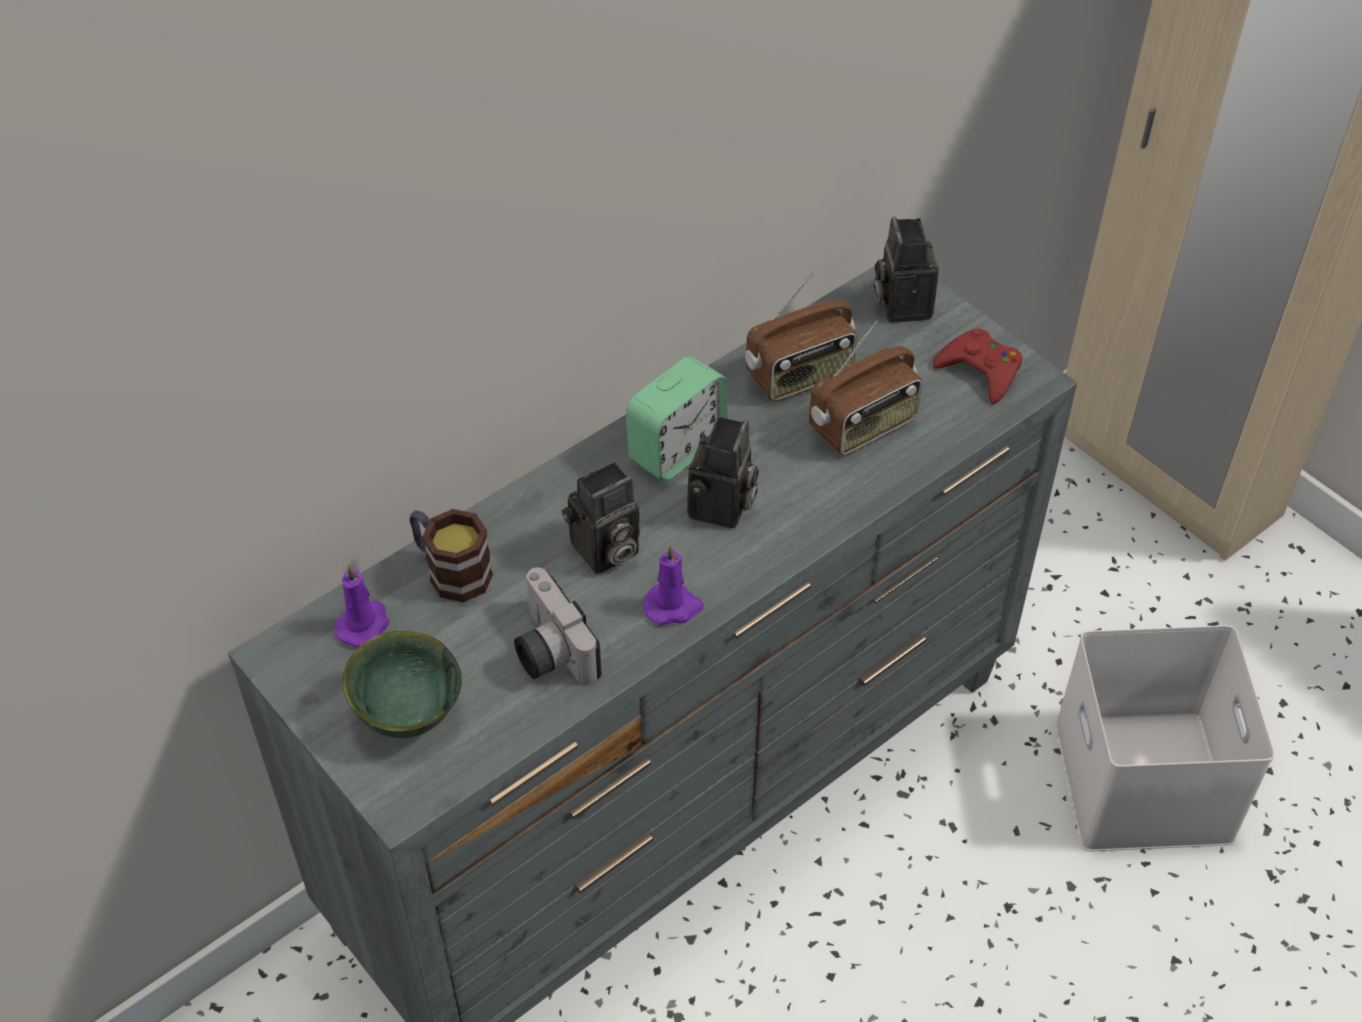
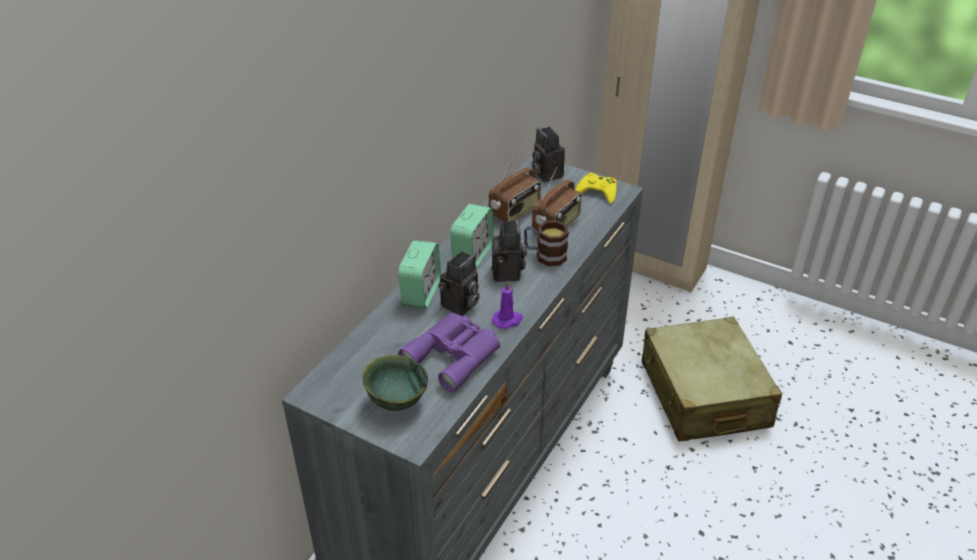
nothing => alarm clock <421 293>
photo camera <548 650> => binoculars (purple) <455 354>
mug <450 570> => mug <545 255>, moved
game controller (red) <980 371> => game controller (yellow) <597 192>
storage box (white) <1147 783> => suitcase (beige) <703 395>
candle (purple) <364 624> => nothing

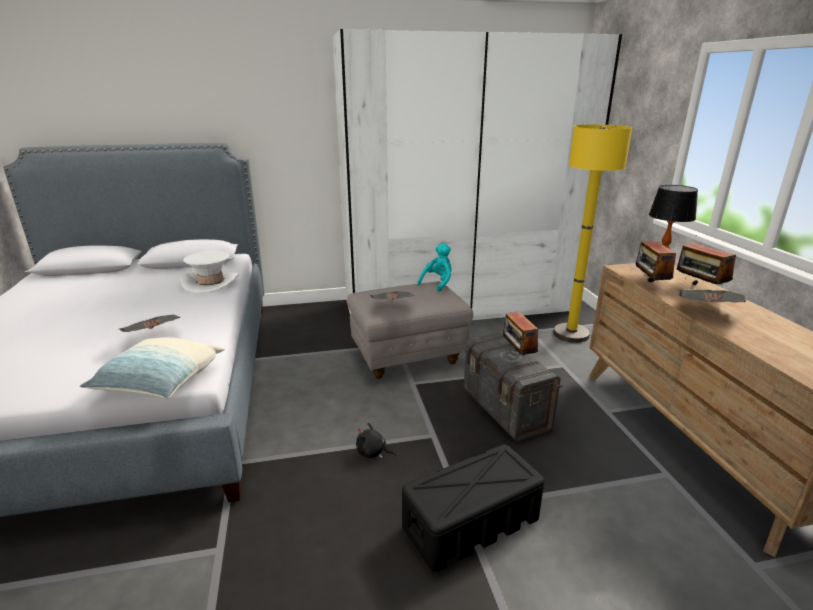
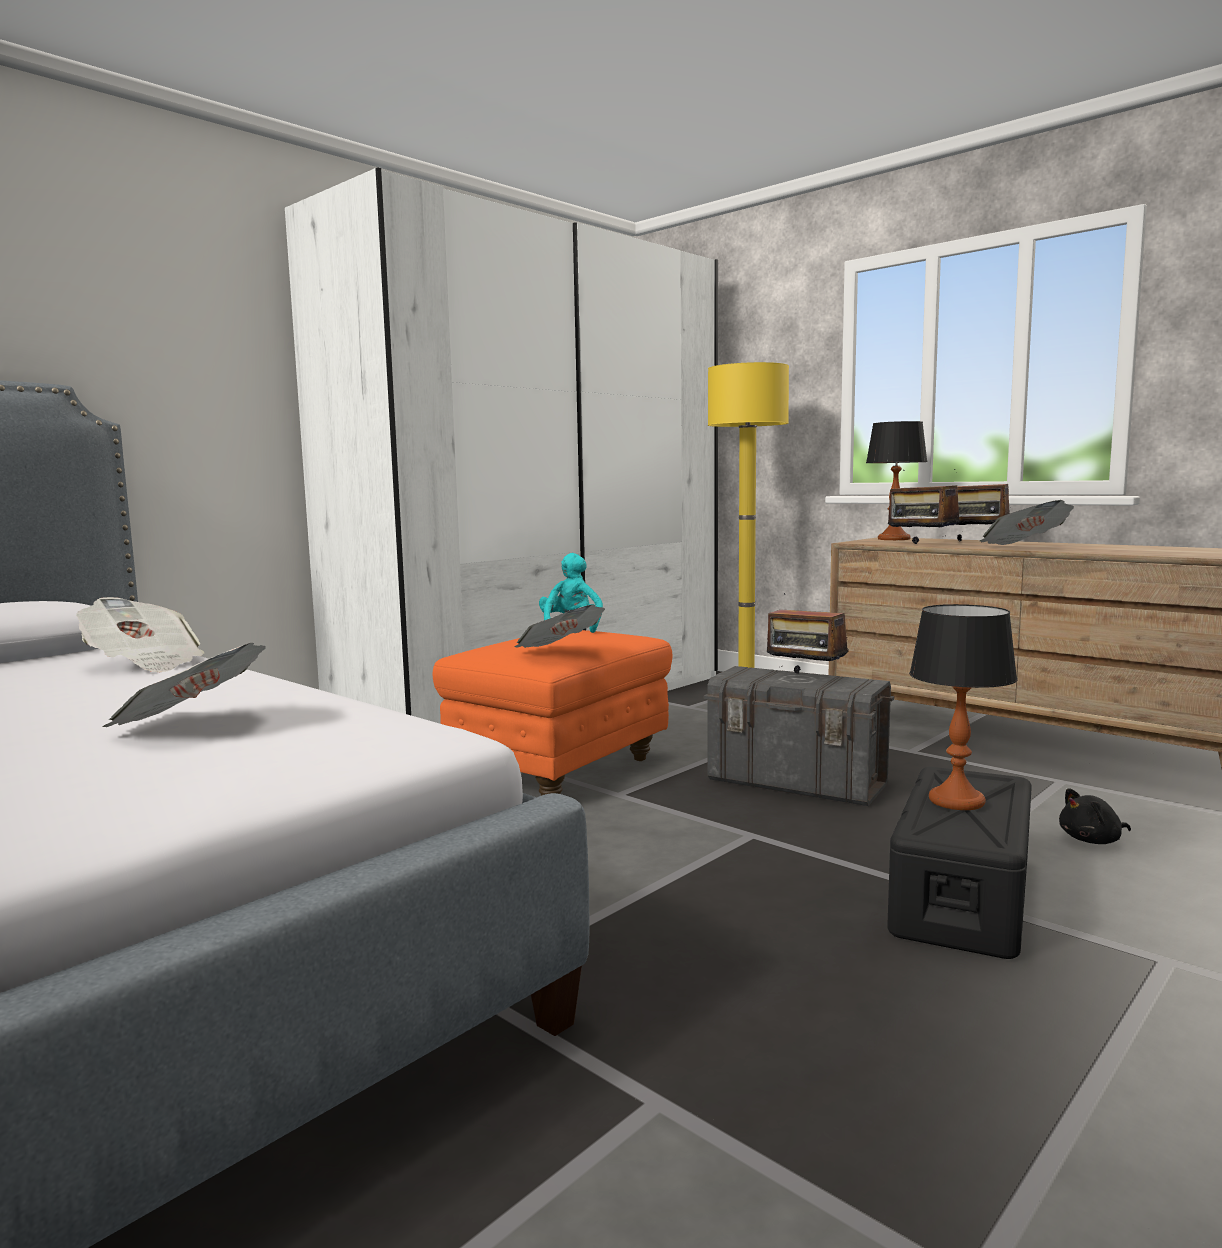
hat (white) <211 283> => newspaper <144 664>
ottoman (grey) <408 358> => ottoman (orange) <560 771>
nothing => table lamp <957 801>
plush toy (black) <373 452> => plush toy (black) <1092 840>, moved
pillow <160 382> => nothing

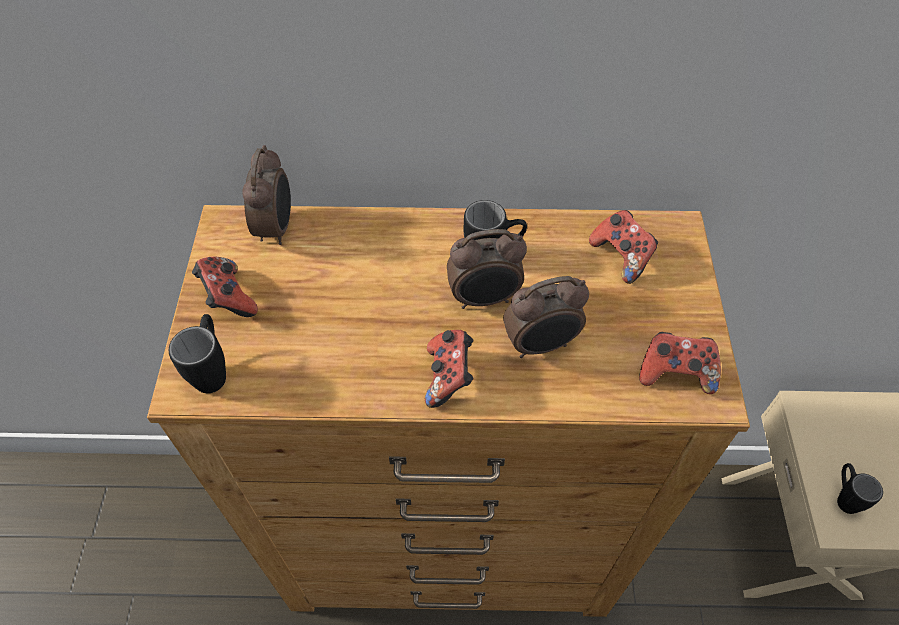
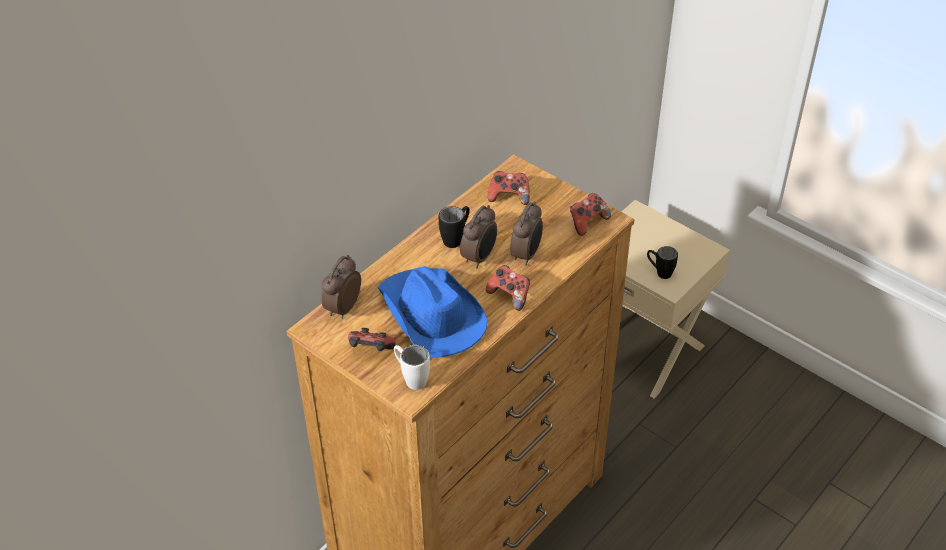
alarm clock <277 227> => alarm clock <342 308>, 105 degrees counterclockwise
nothing => hat (blue) <431 315>
mug (black) <213 370> => mug (white) <411 378>

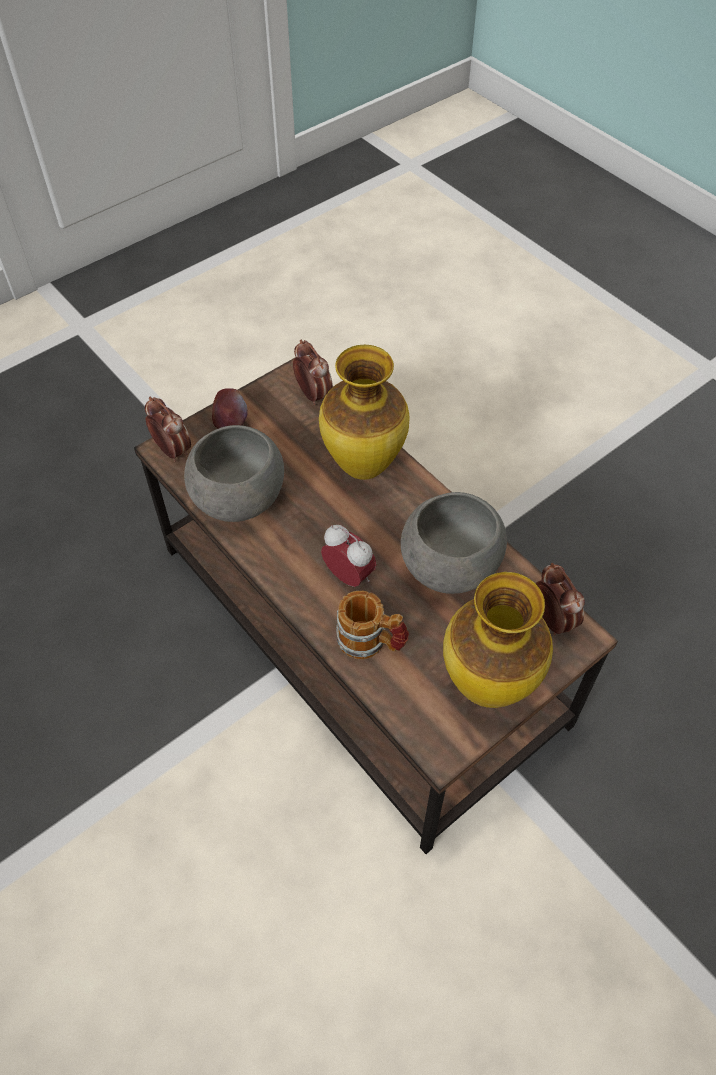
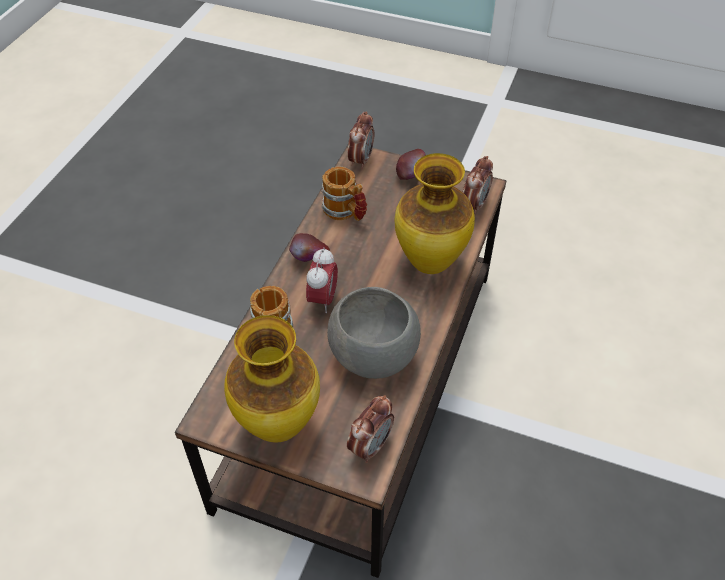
nothing => apple <309 260>
bowl (grey) <240 500> => mug <345 212>

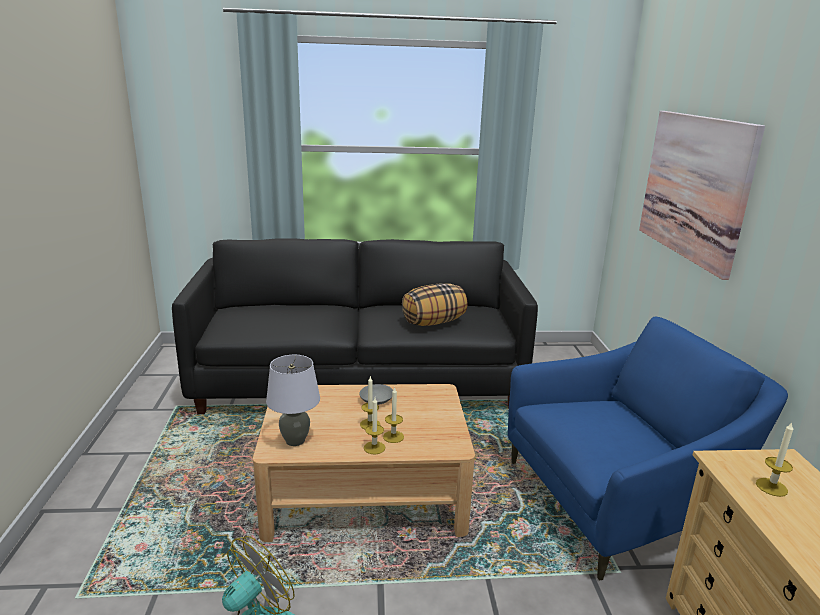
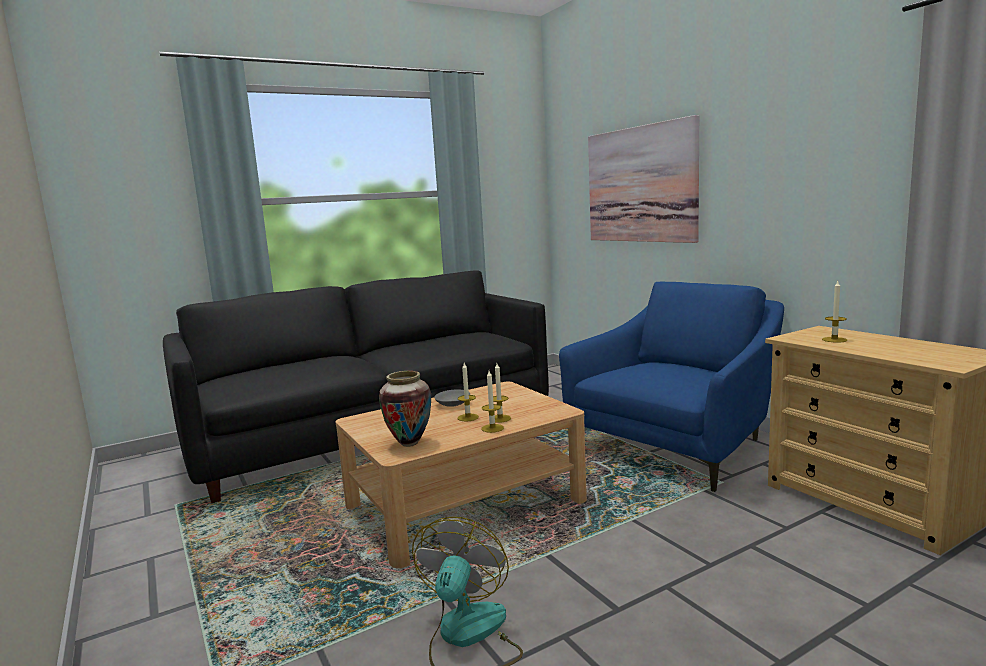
table lamp (grey) <295 440> => vase <409 443>
pillow <433 322> => nothing

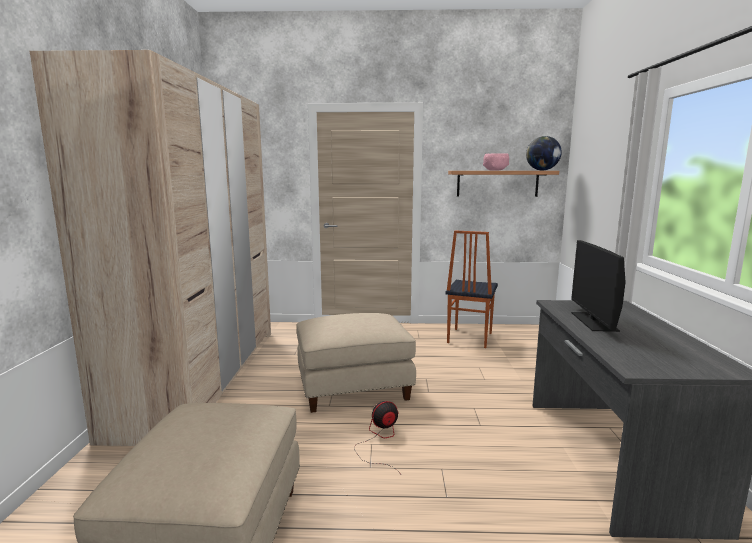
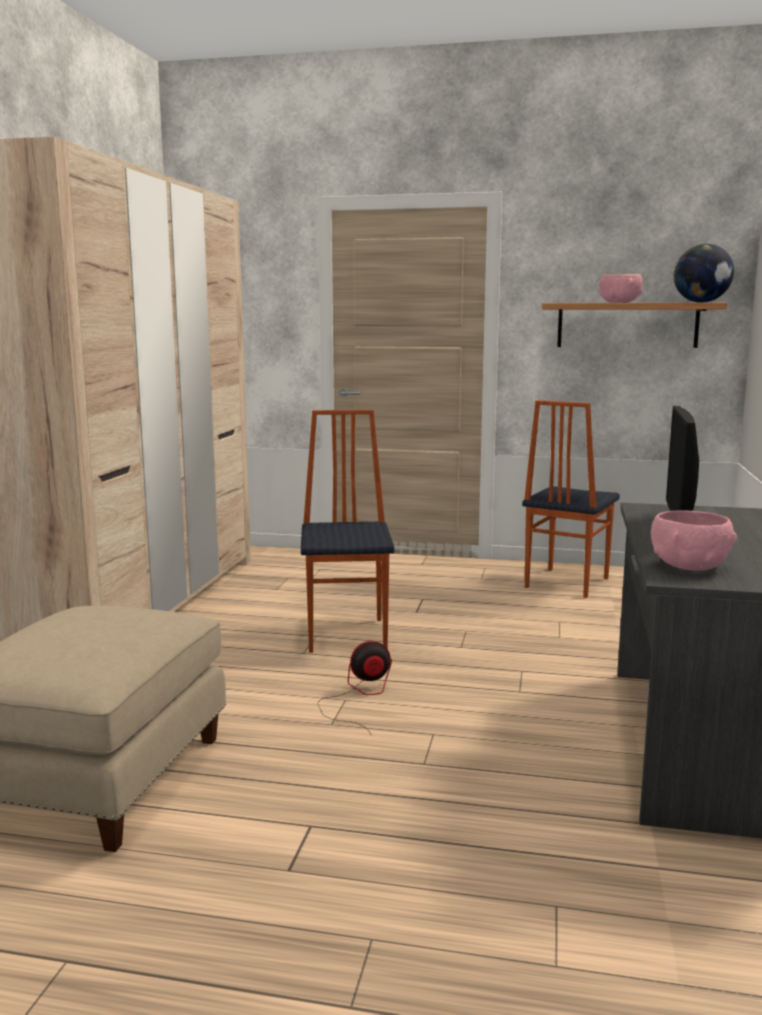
ottoman (beige) <354 388> => chair <348 635>
nothing => bowl (pink) <688 566>

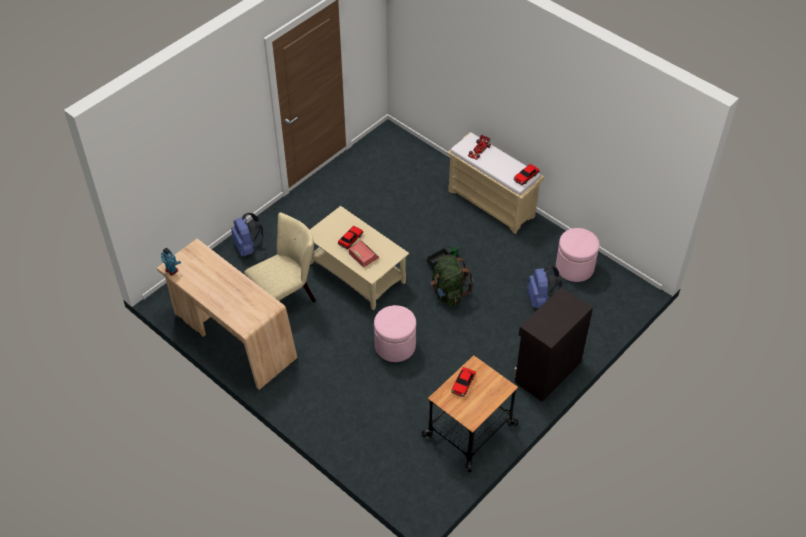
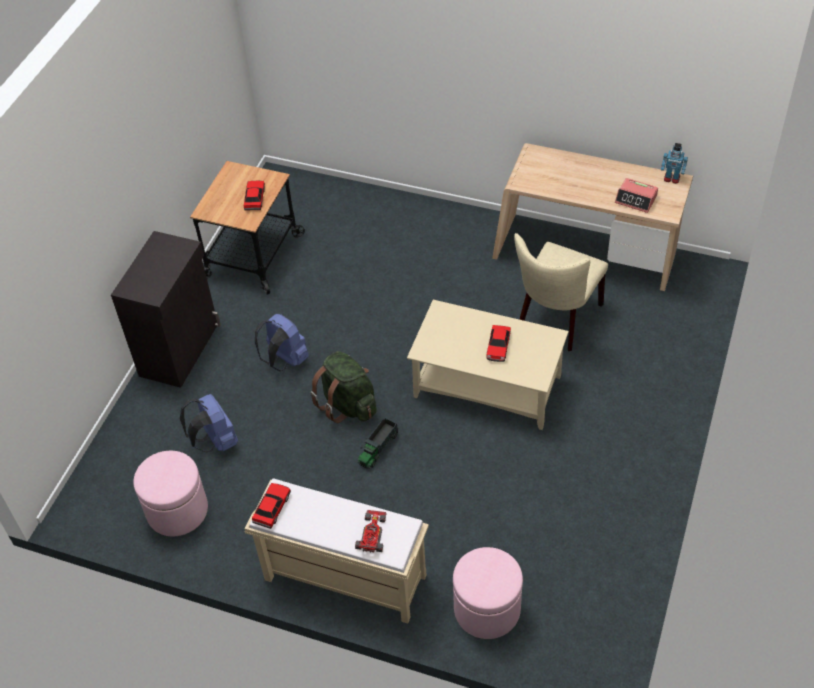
backpack (blue) <248 248> => backpack (blue) <284 360>, moved
ottoman (pink) <395 346> => ottoman (pink) <487 609>, moved
alarm clock <363 255> => alarm clock <636 199>, moved

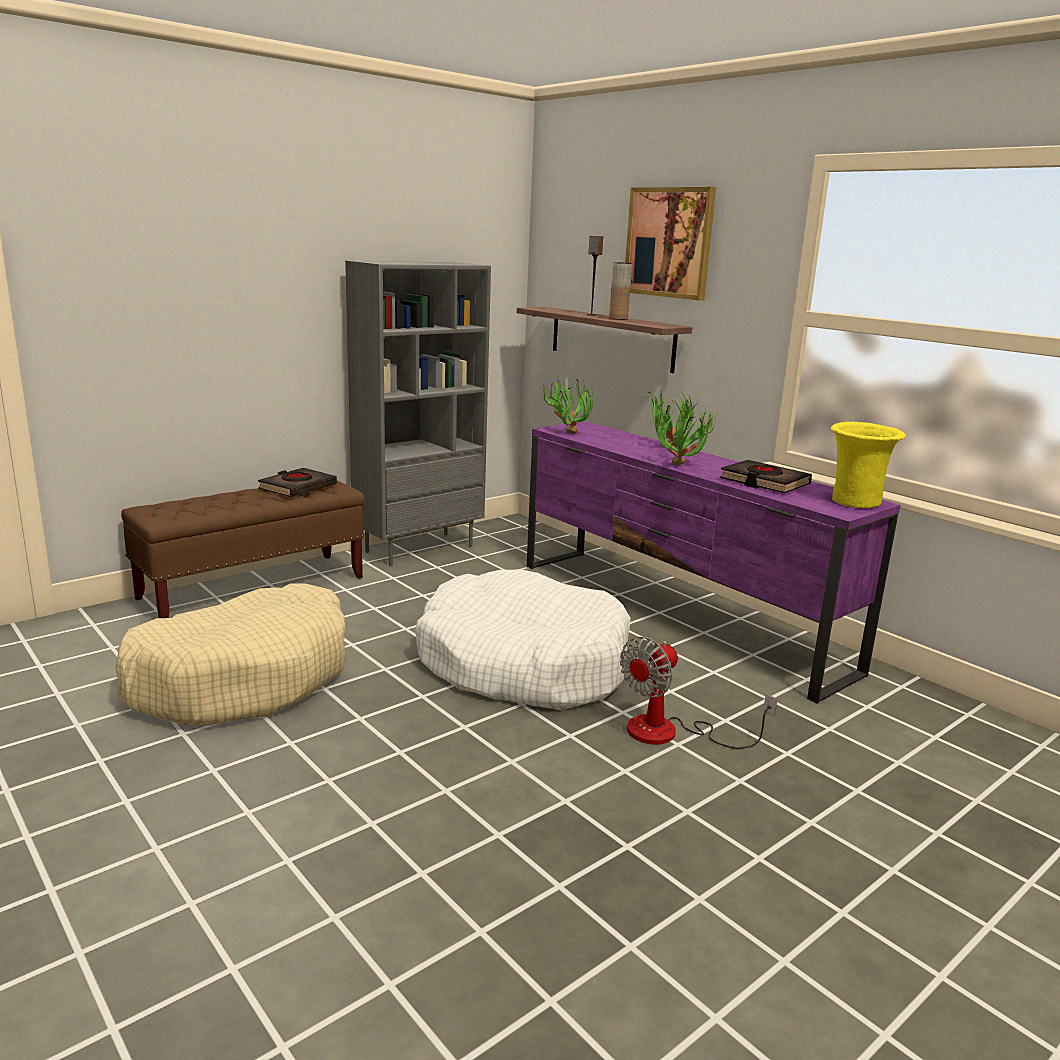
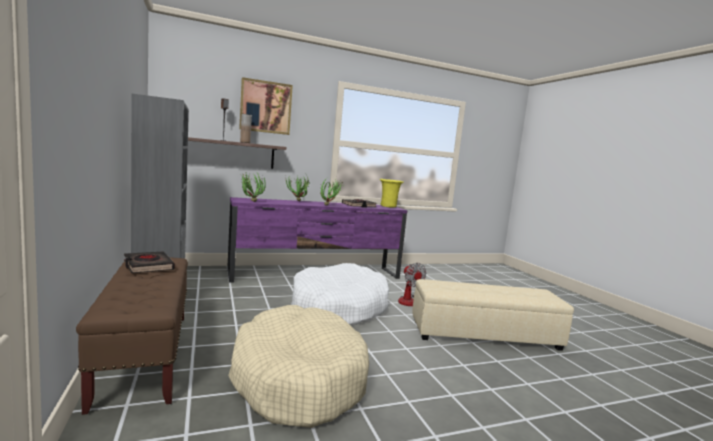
nothing => ottoman (beige) <484 334>

